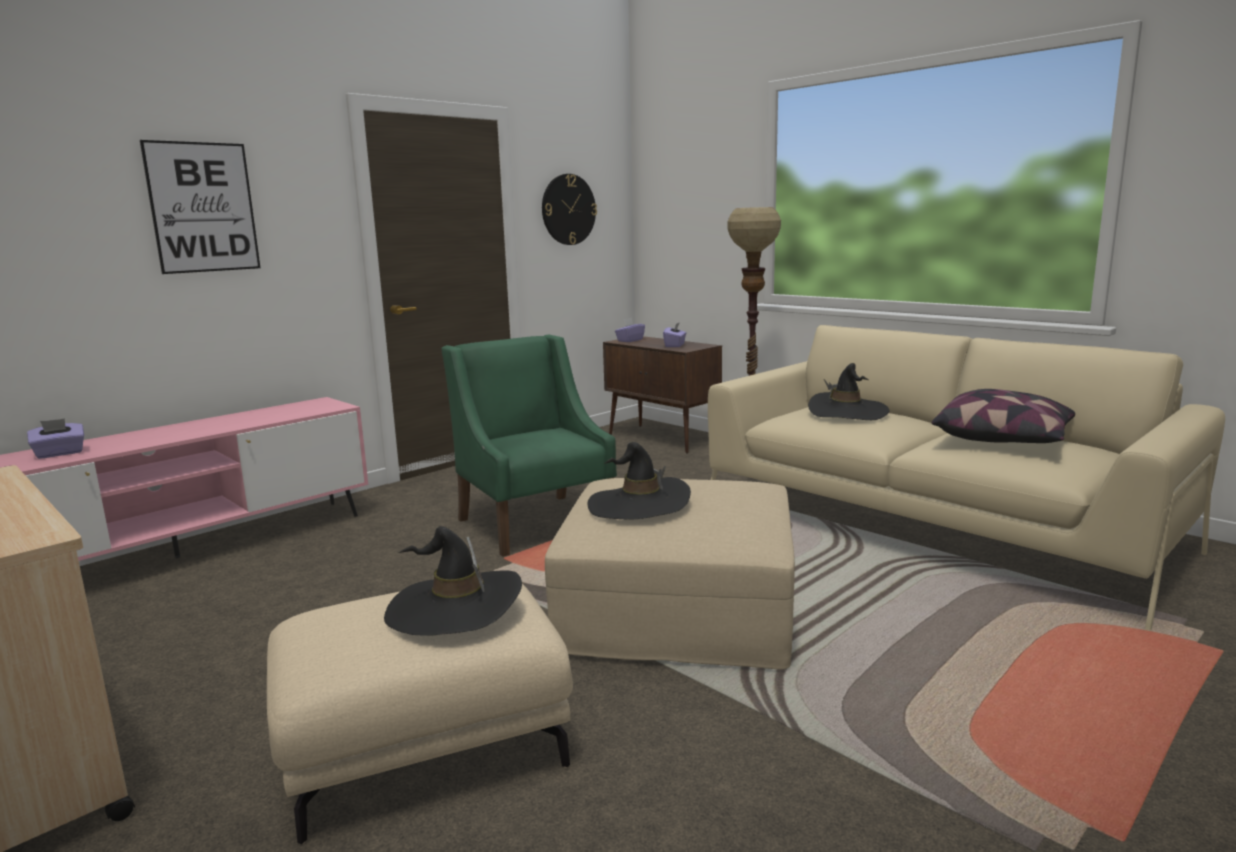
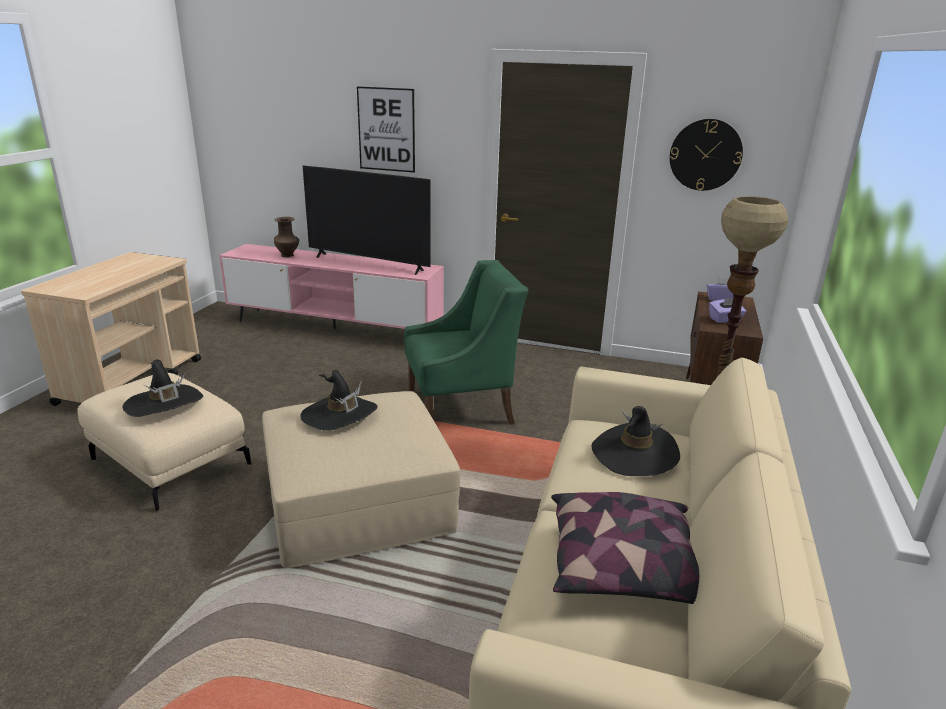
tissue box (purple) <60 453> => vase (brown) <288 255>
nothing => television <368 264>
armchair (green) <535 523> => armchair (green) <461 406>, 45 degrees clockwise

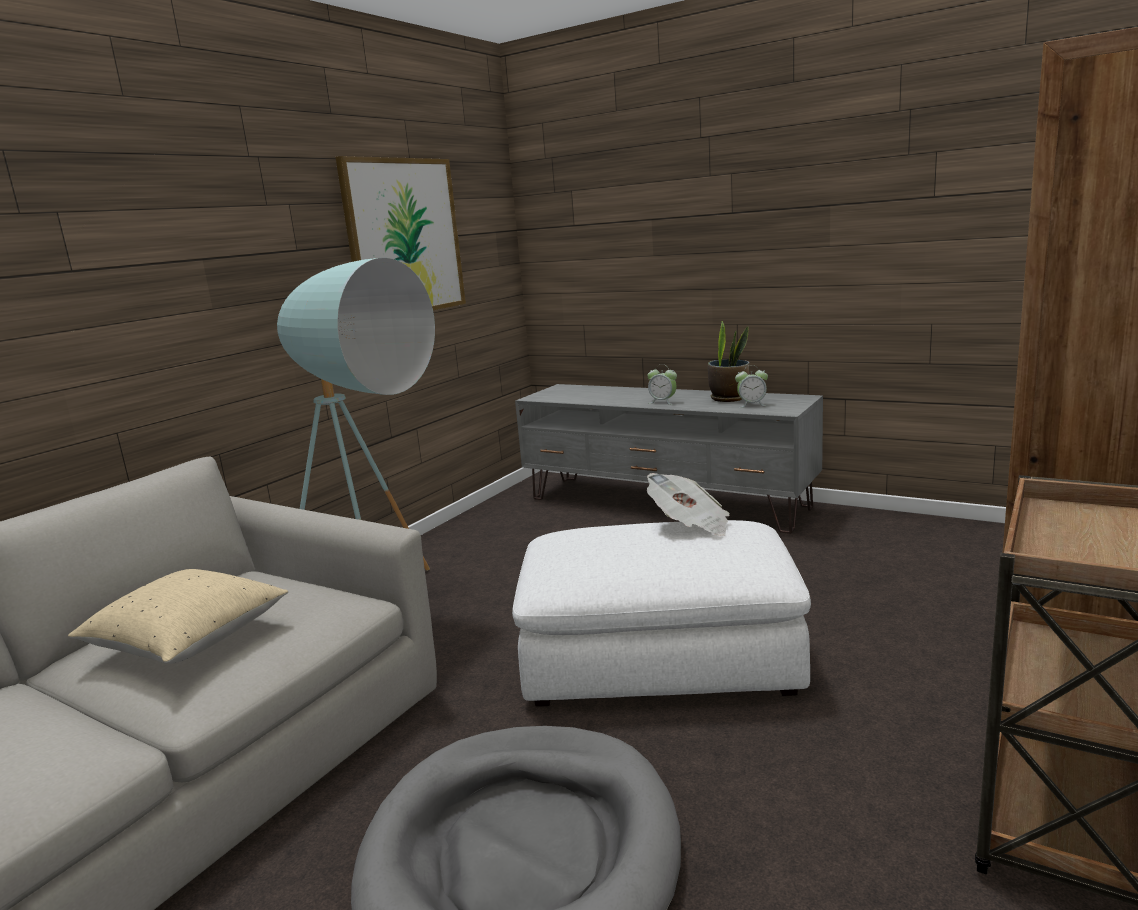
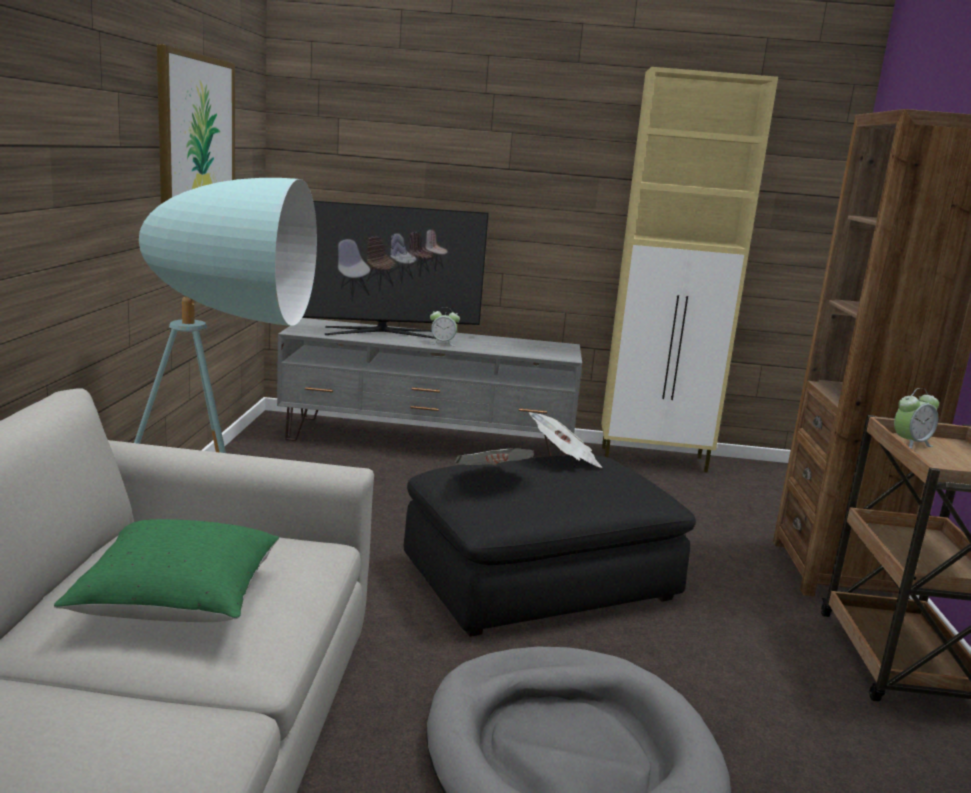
pillow (beige) <189 641> => pillow (green) <178 601>
nothing => television <381 333>
ottoman (white) <659 655> => ottoman (black) <540 580>
nothing => newspaper <491 478>
nothing => cabinet (beige) <655 460>
alarm clock <752 405> => alarm clock <910 444>, moved
potted plant <728 398> => nothing

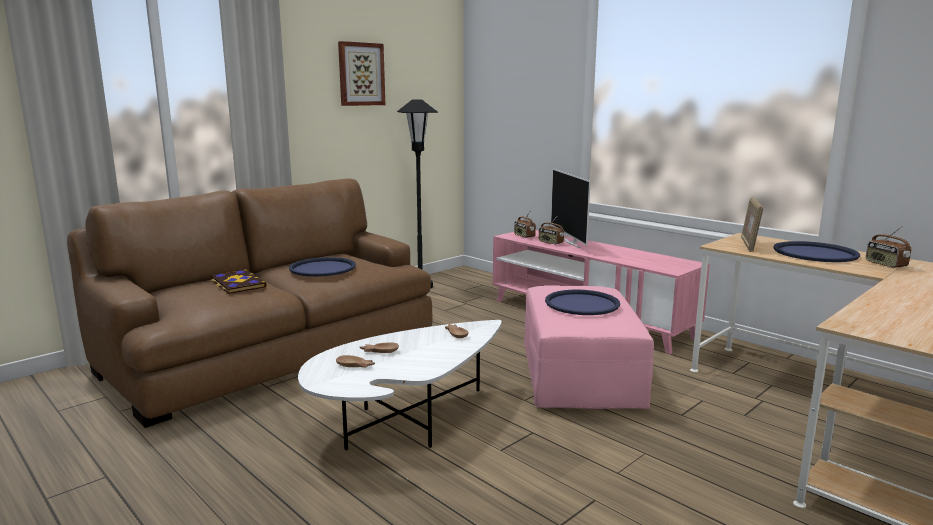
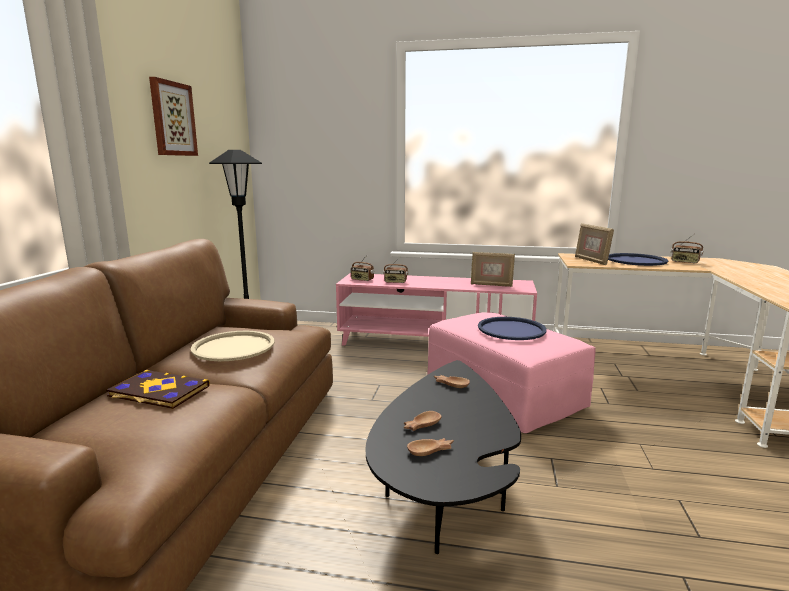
tray (blue) <322 268> => tray (beige) <233 347>
coffee table (white) <405 422> => coffee table (black) <444 493>
nothing => picture frame <491 285>
television <571 242> => nothing

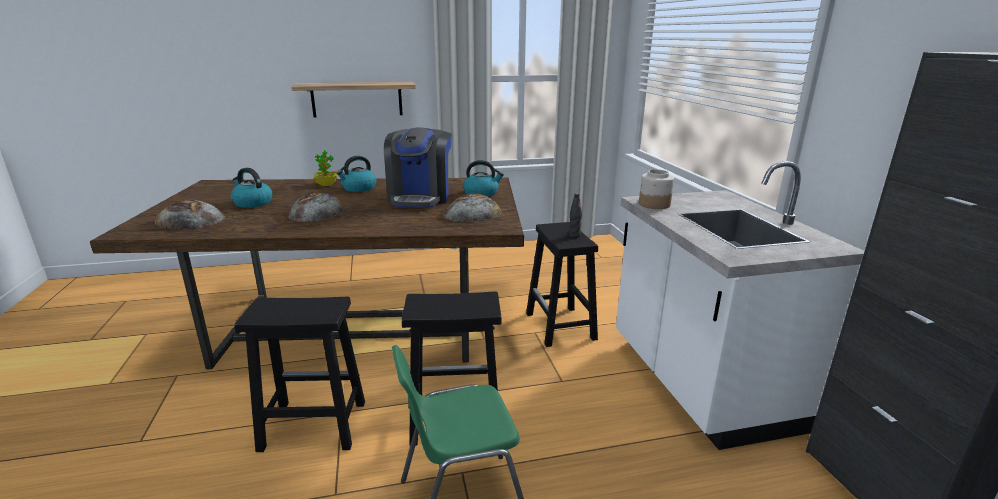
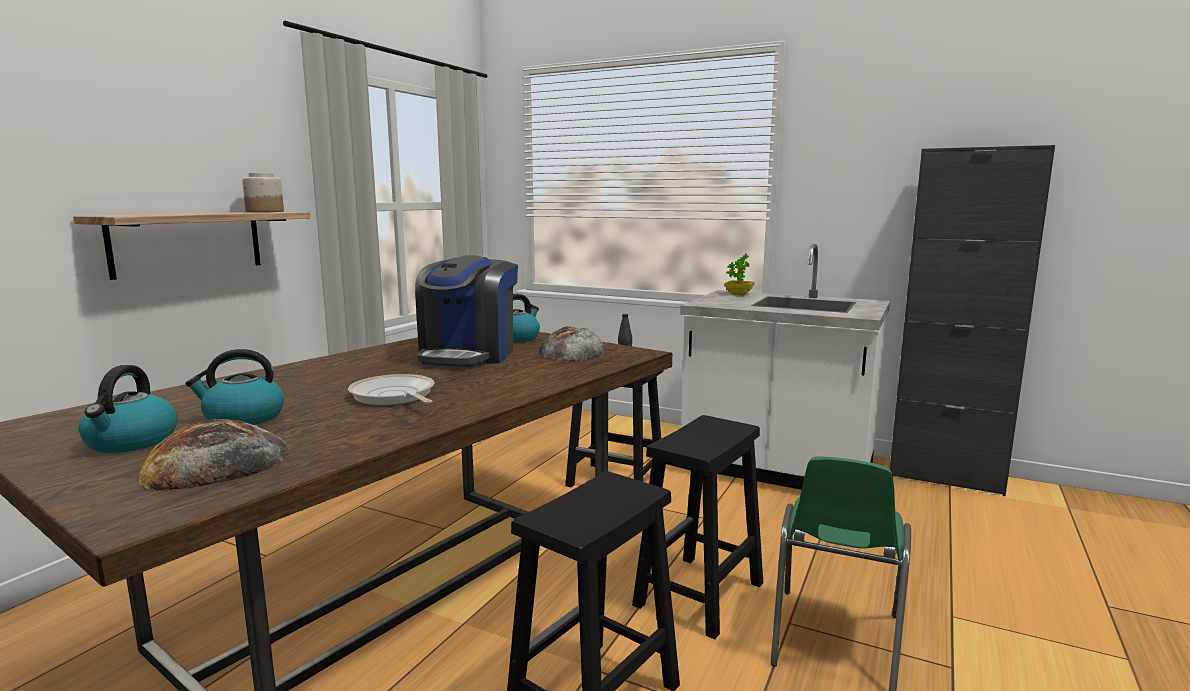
kettle <358 188> => kettle <131 442>, moved
jar <654 204> => jar <264 211>, moved
bread <316 211> => frying pan <394 396>
coffee machine <420 197> => coffee machine <468 355>, 60 degrees clockwise
potted plant <326 184> => potted plant <738 294>, moved

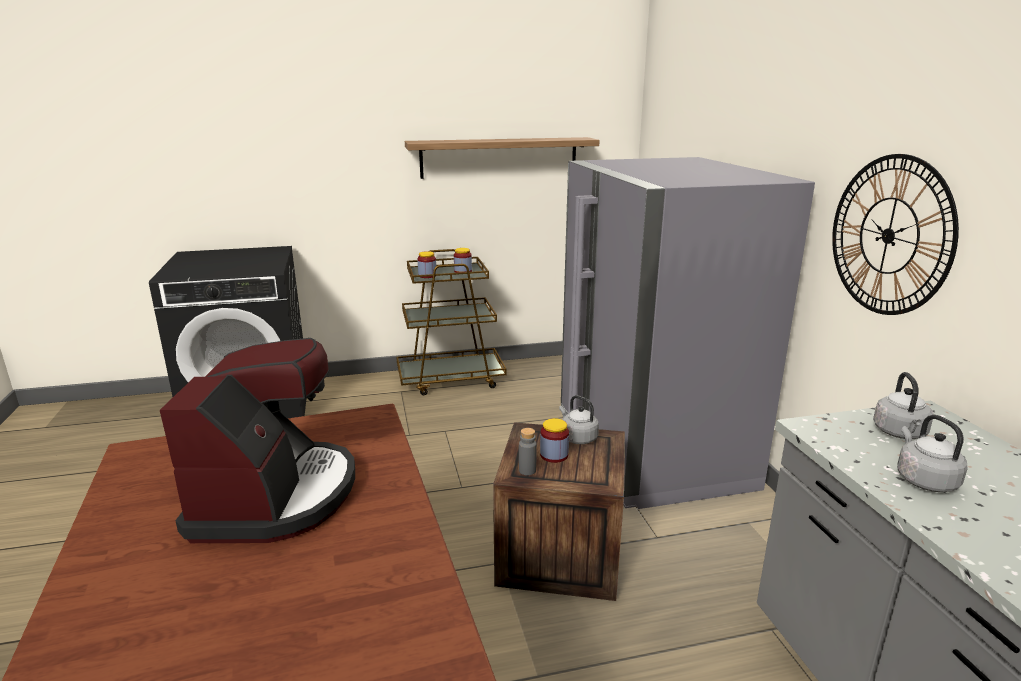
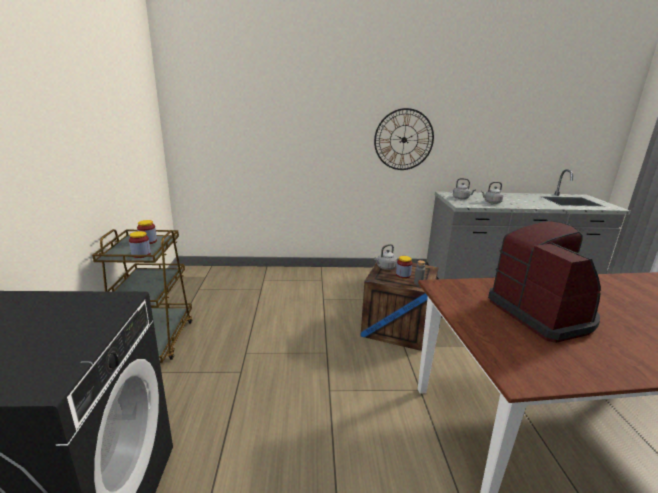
coffee machine <275 496> => coffee machine <542 313>, 60 degrees clockwise
shelf <499 157> => nothing
fridge (grey) <651 450> => nothing

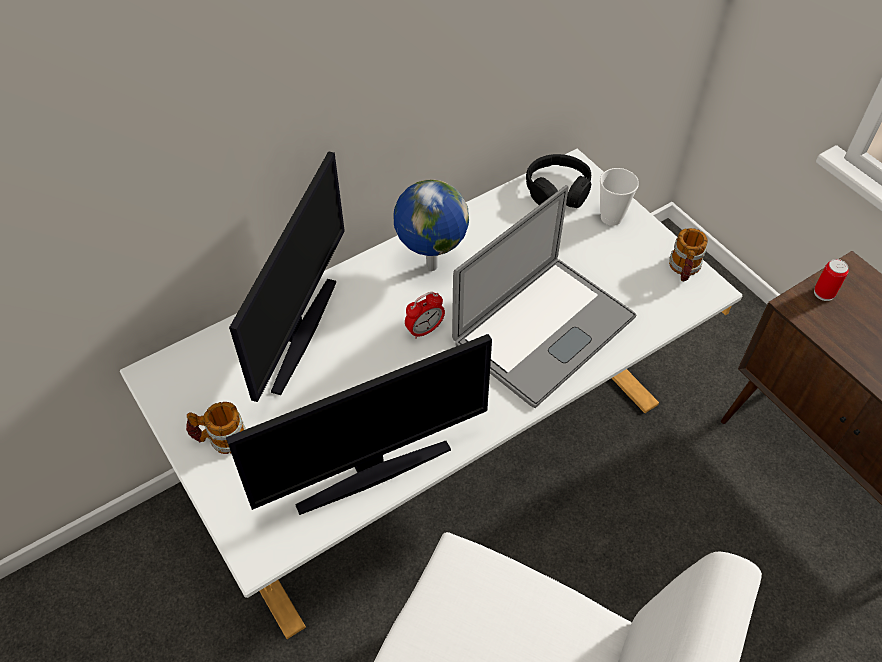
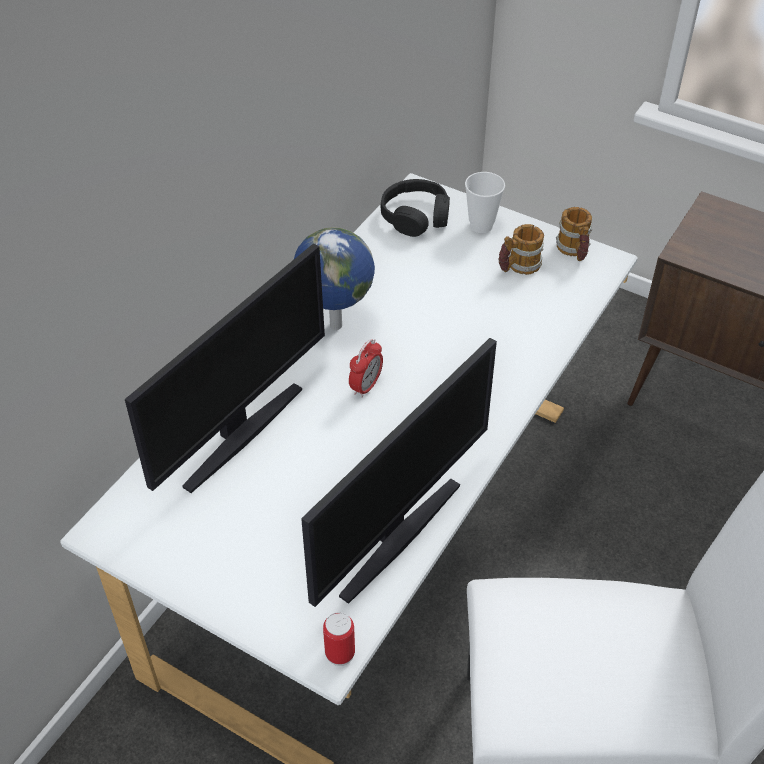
monitor <300 333> => monitor <240 434>, 45 degrees clockwise
can <824 293> => can <340 653>, moved
mug <220 439> => mug <518 266>, moved
laptop <544 329> => nothing

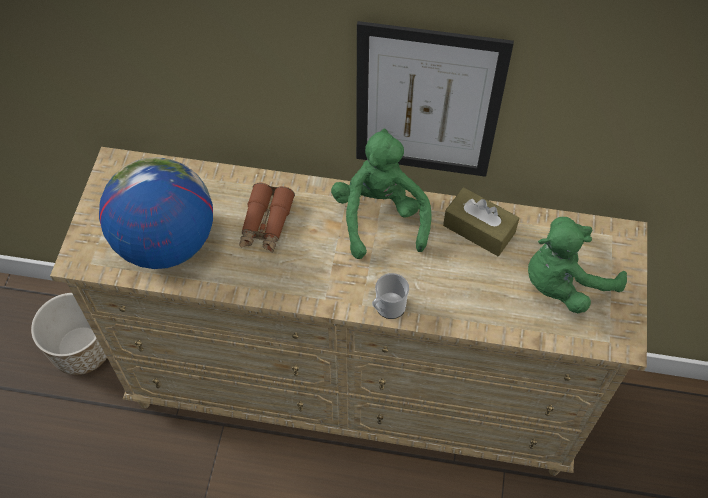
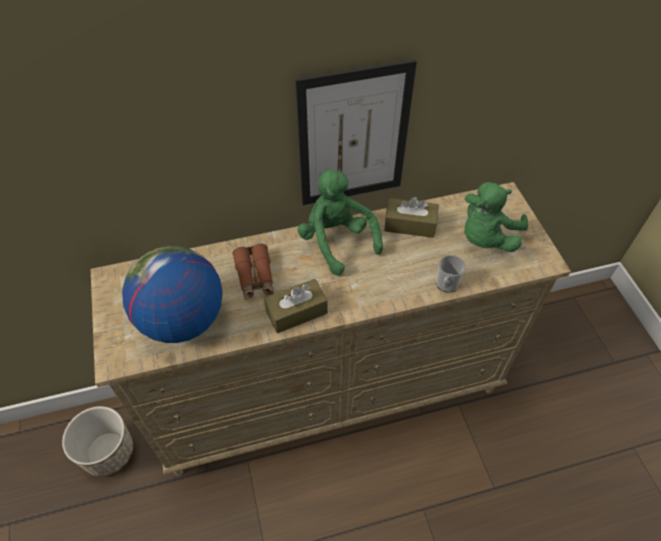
nothing => tissue box (brown) <296 312>
mug <387 308> => mug <446 285>, moved

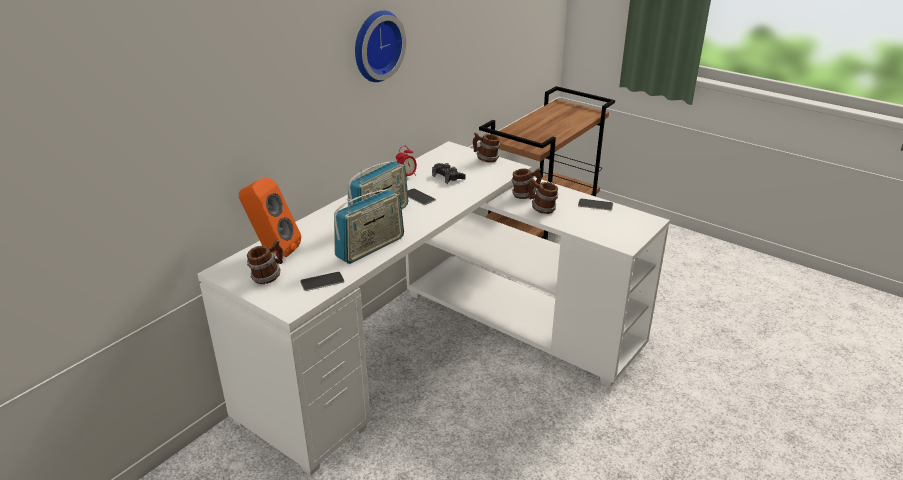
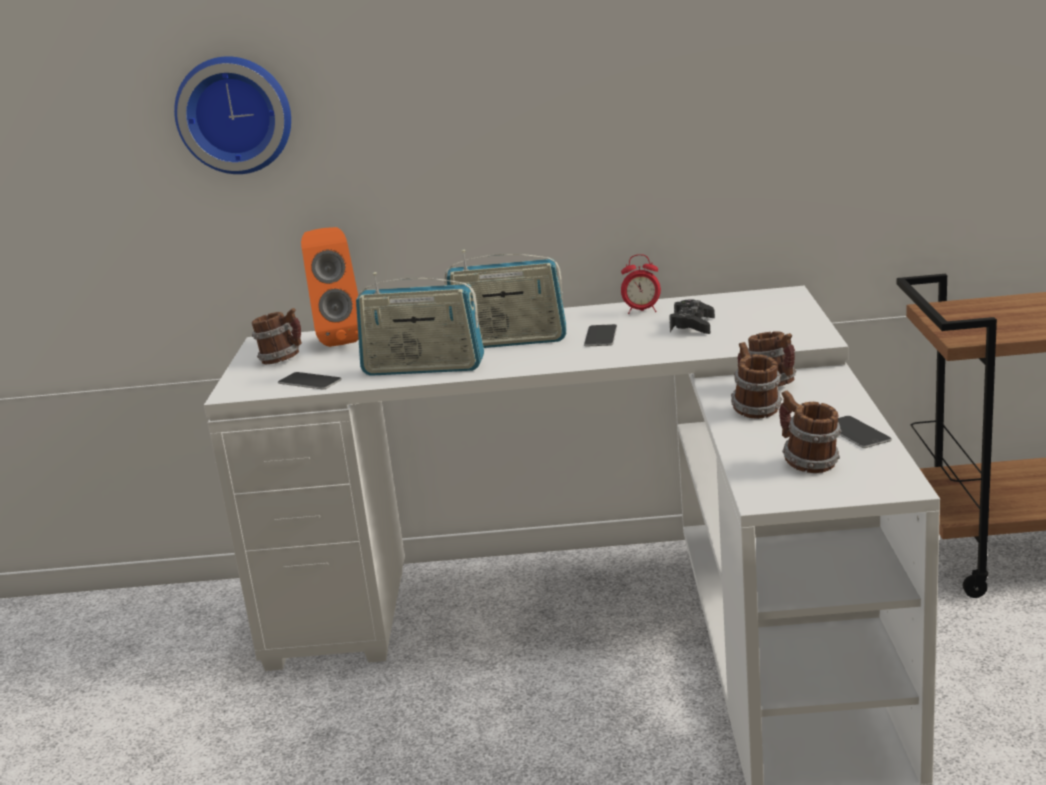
wall clock <375 45> => wall clock <235 114>, moved
mug <486 159> => mug <808 463>, moved

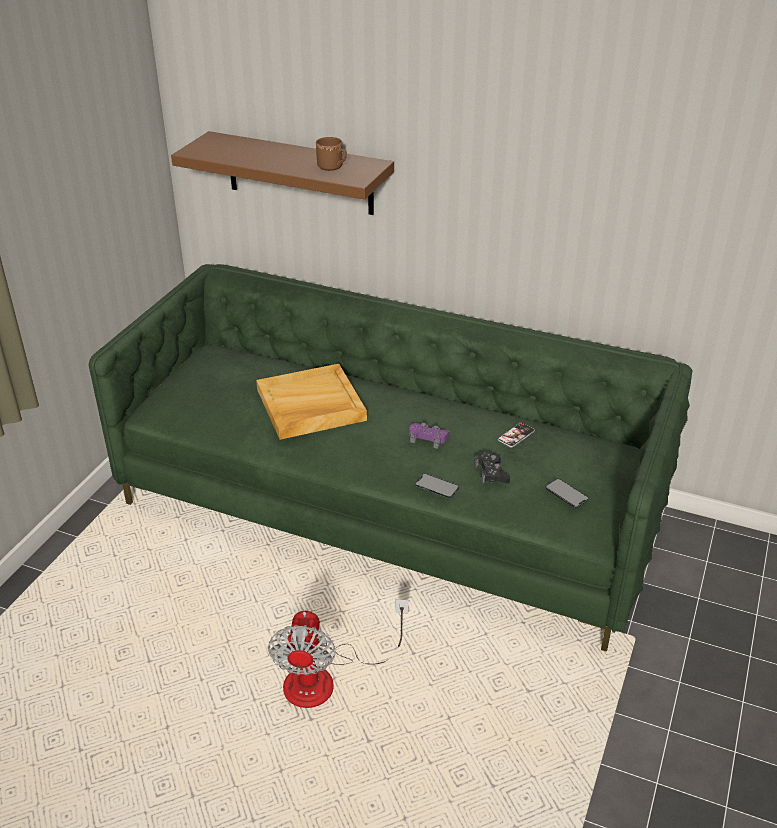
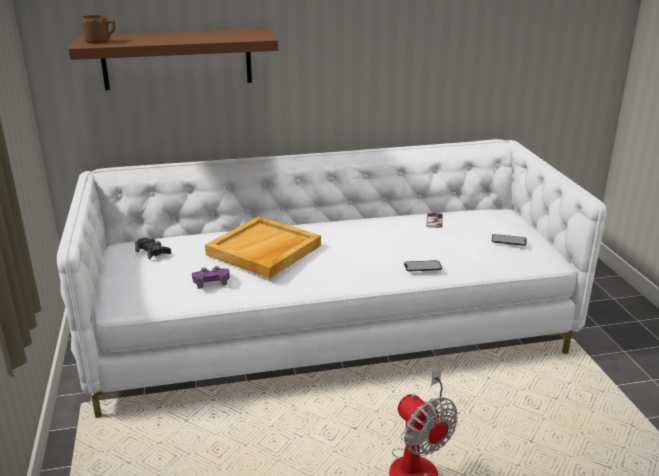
sofa (green) <389 509> => sofa (white) <329 332>
mug (brown) <333 167> => mug (brown) <101 41>, moved
game controller (black) <491 473> => game controller (black) <153 252>, moved
game controller (purple) <428 438> => game controller (purple) <211 281>, moved

